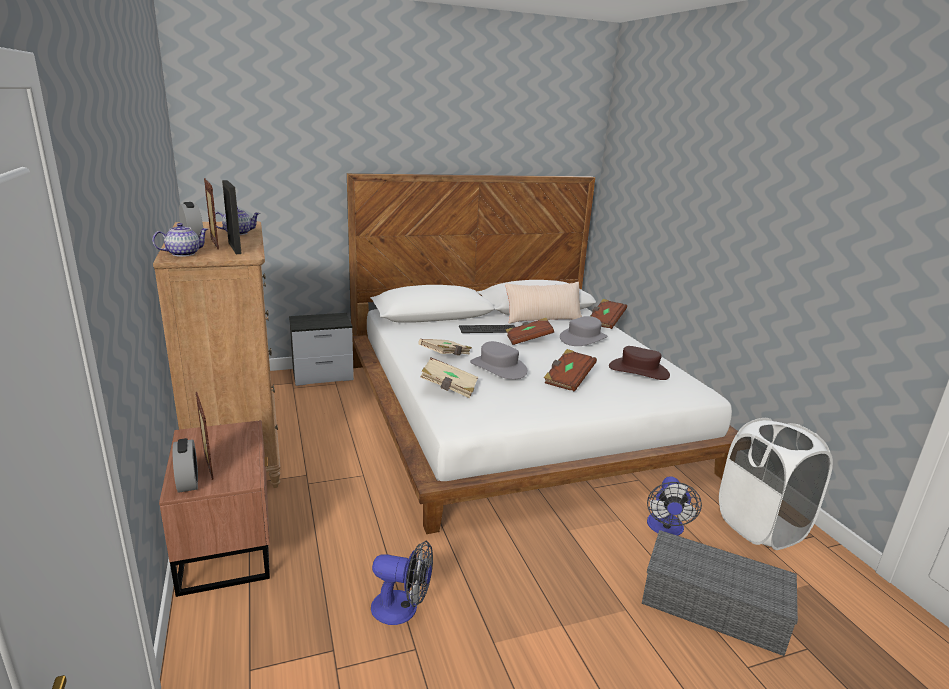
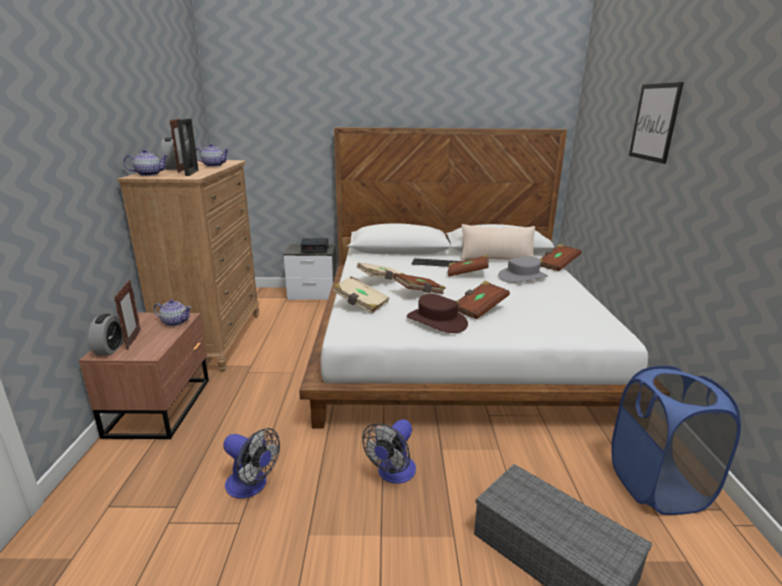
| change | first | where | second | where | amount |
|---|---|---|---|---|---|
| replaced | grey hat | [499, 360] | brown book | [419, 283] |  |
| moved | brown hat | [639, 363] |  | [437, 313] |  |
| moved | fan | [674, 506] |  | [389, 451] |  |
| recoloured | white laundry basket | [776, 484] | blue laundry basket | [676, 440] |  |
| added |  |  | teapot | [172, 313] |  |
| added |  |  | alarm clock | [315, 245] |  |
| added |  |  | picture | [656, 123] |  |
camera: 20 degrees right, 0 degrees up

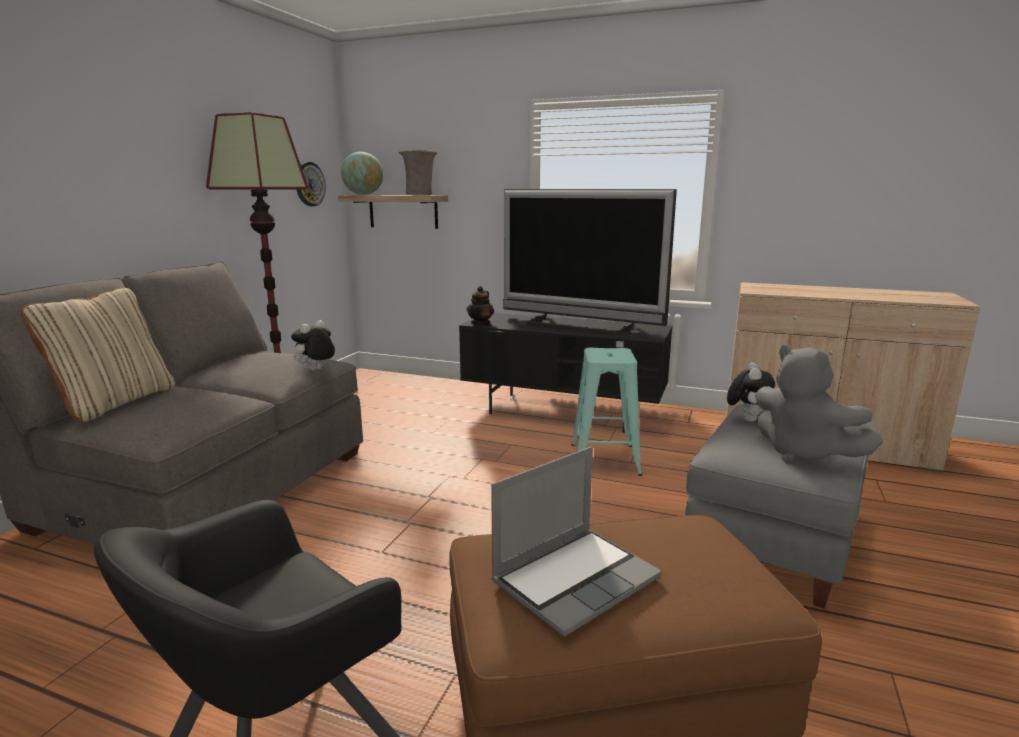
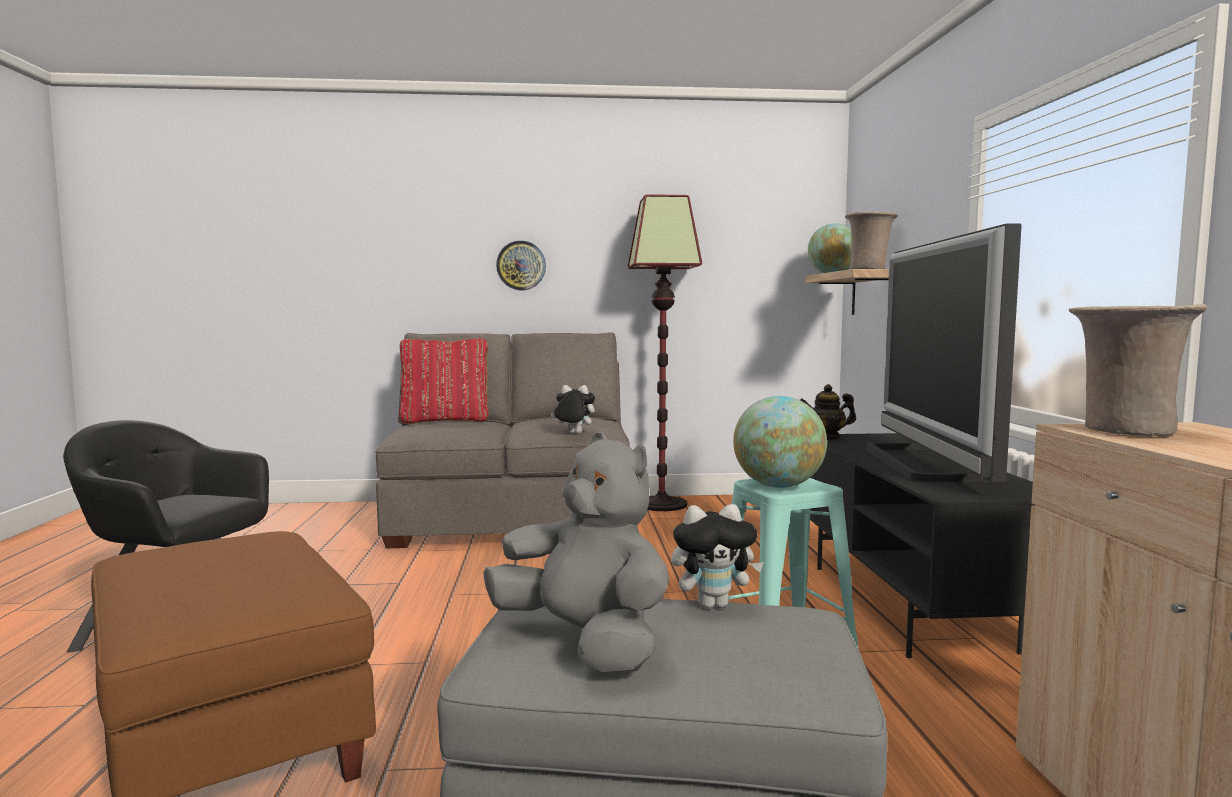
| change | first | where | second | where | amount |
|---|---|---|---|---|---|
| recoloured | beige pillow | [98, 355] | red pillow | [444, 381] |  |
| moved | wall clock | [311, 184] |  | [521, 265] |  |
| removed | laptop | [576, 541] |  |  |  |
| turned | grey plush toy | [819, 404] |  | [576, 552] | 105 degrees clockwise |
| added |  |  | globe | [780, 442] |  |
| added |  |  | beige vase | [1138, 370] |  |
camera: 65 degrees right, 10 degrees down

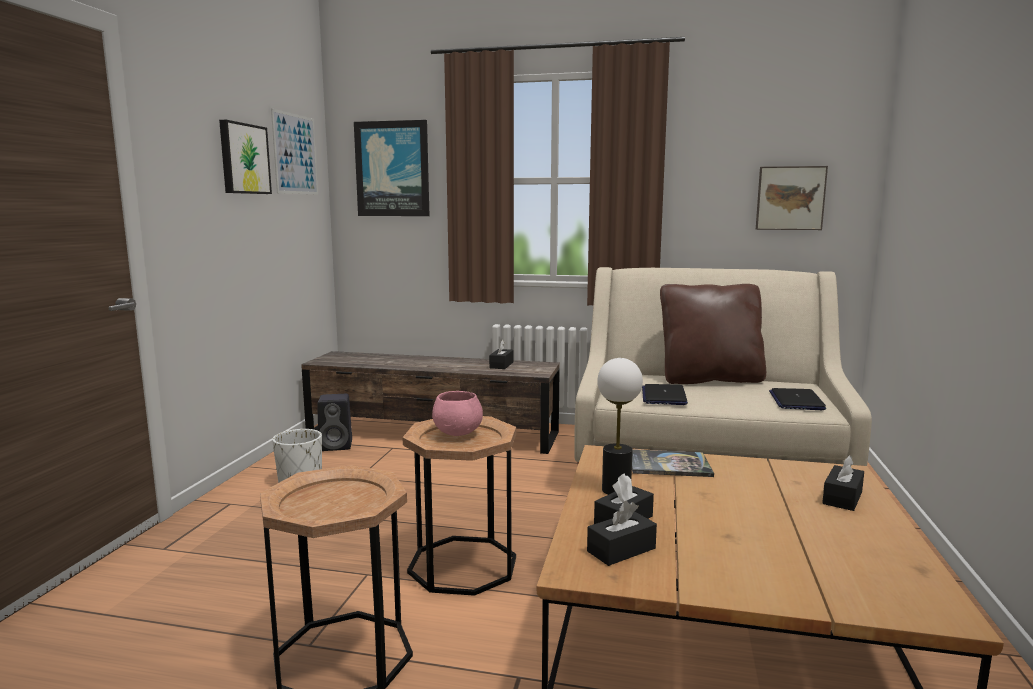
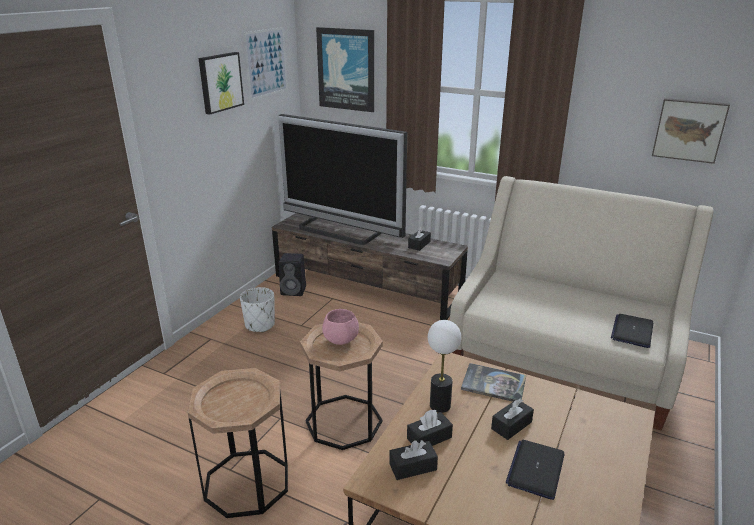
| change | first | where | second | where | amount |
|---|---|---|---|---|---|
| moved | laptop | [665, 394] |  | [535, 470] |  |
| removed | brown pillow | [713, 334] |  |  |  |
| moved | black tissue box | [843, 483] |  | [512, 419] |  |
| added |  |  | television | [342, 179] |  |
camera: 15 degrees right, 15 degrees up

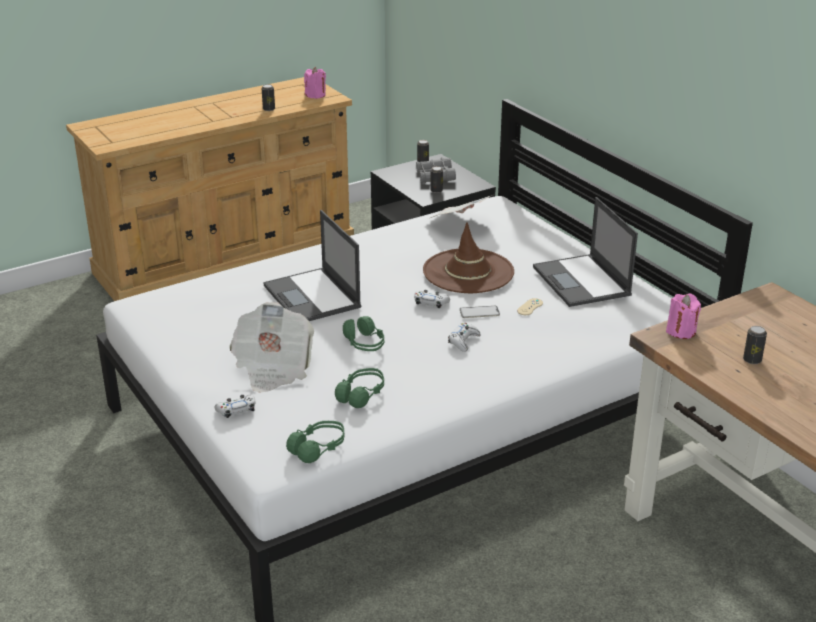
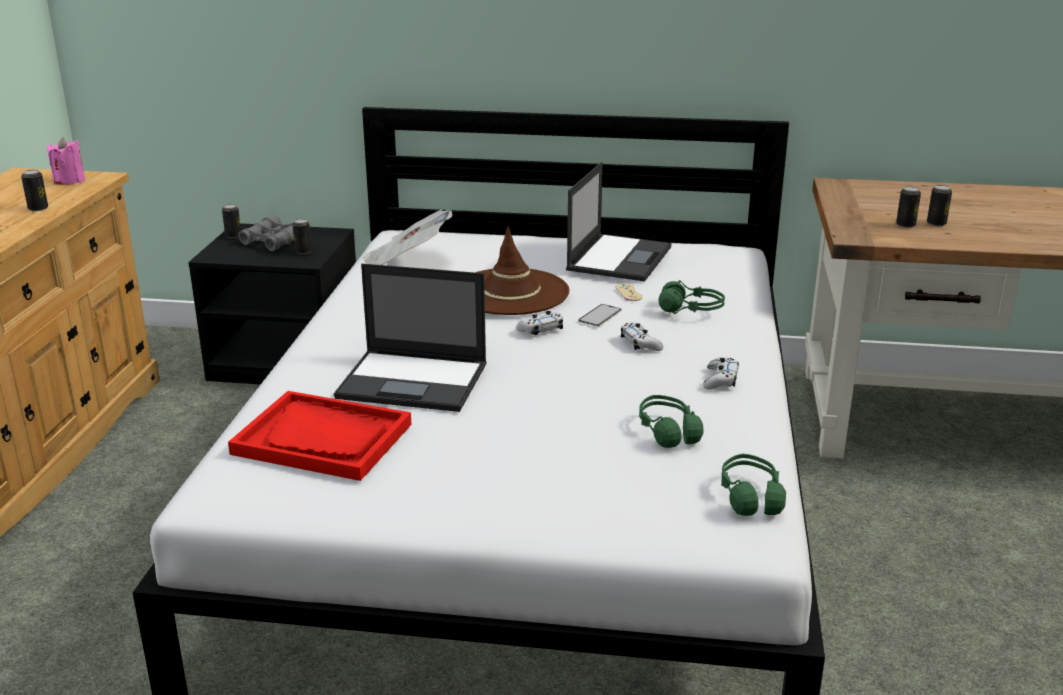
| change | first | where | second | where | amount |
|---|---|---|---|---|---|
| moved | white game controller | [235, 406] |  | [721, 373] |  |
| removed | newspaper | [271, 347] |  |  |  |
| moved | green headphones | [363, 333] |  | [691, 297] |  |
| turned | laptop | [585, 252] |  | [619, 221] | 90 degrees counterclockwise |
| removed | pink candle | [683, 316] |  |  |  |
| added |  |  | red tray | [320, 436] |  |
| added |  |  | can | [908, 207] |  |
camera: 50 degrees left, 5 degrees down

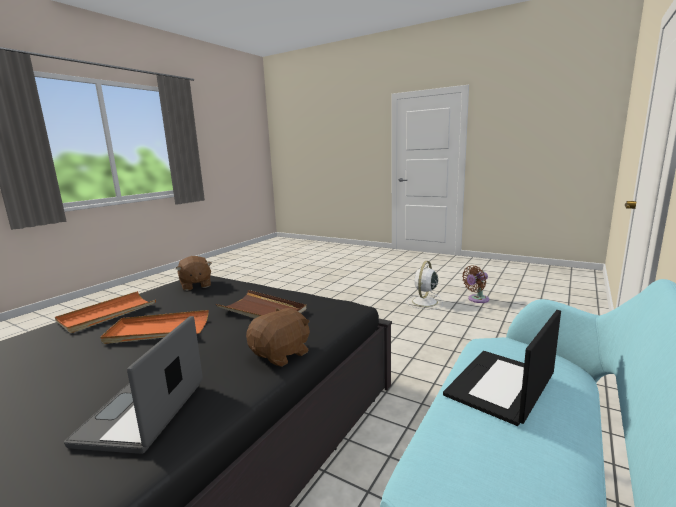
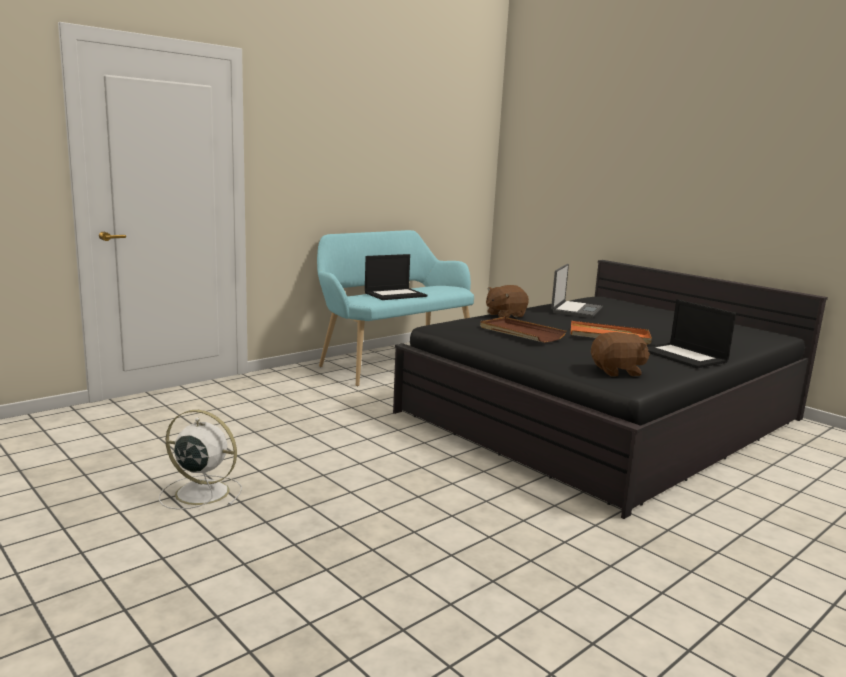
| change | first | where | second | where | amount |
|---|---|---|---|---|---|
| replaced | orange tray | [105, 312] | laptop | [692, 333] |  |
| turned | brown plush toy | [194, 273] |  | [620, 354] | 90 degrees clockwise |
| turned | white fan | [424, 285] |  | [200, 460] | 120 degrees counterclockwise |
| removed | brown fan | [475, 284] |  |  |  |
camera: 165 degrees left, 0 degrees up

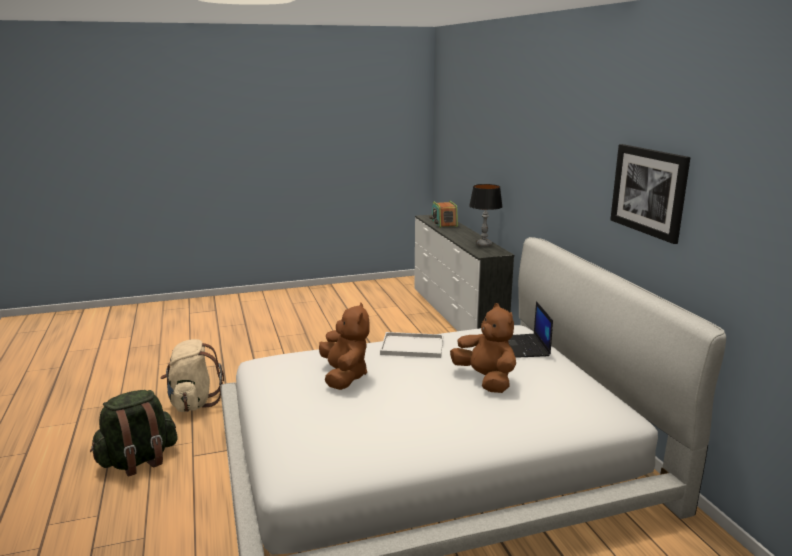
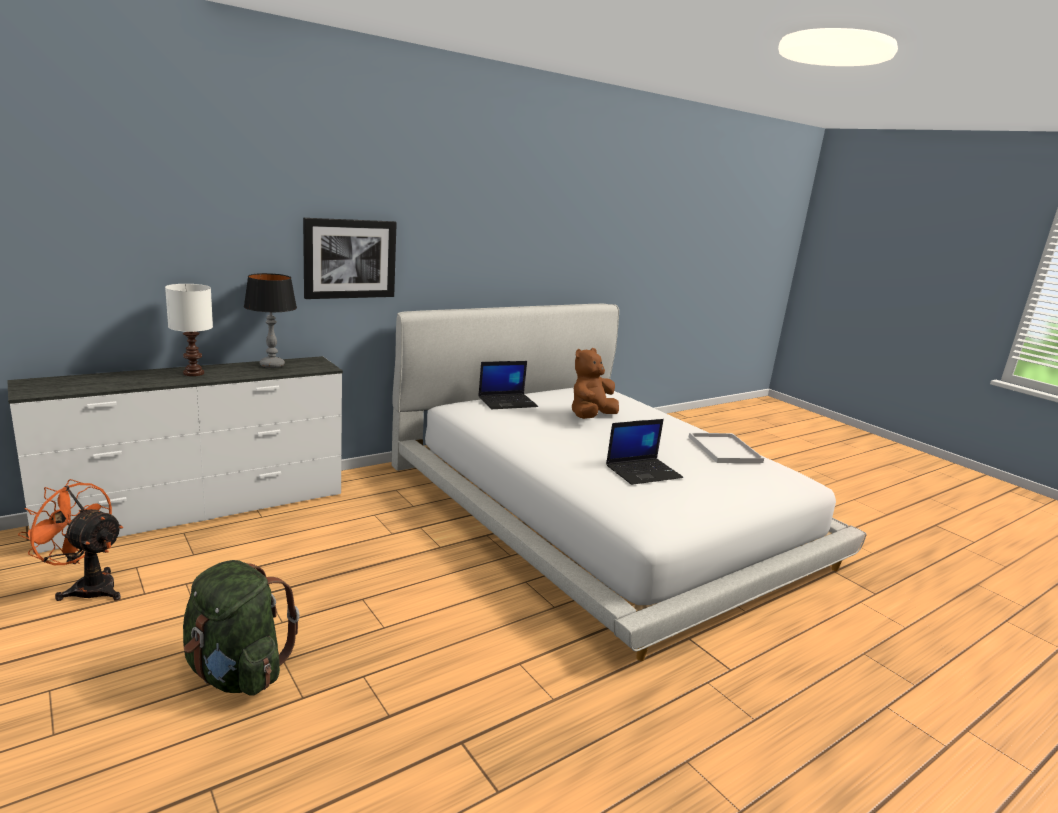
| change | first | where | second | where | amount |
|---|---|---|---|---|---|
| moved | green backpack | [134, 433] |  | [241, 628] |  |
| removed | beige backpack | [192, 375] |  |  |  |
| replaced | brown plush toy | [344, 346] | laptop | [644, 452] |  |
| moved | white tray | [411, 345] |  | [726, 448] |  |
| removed | radio | [444, 214] |  |  |  |
| moved | picture | [650, 194] |  | [350, 258] |  |
| added |  |  | orange fan | [70, 540] |  |
| added |  |  | white table lamp | [189, 330] |  |
camera: 110 degrees left, 0 degrees up

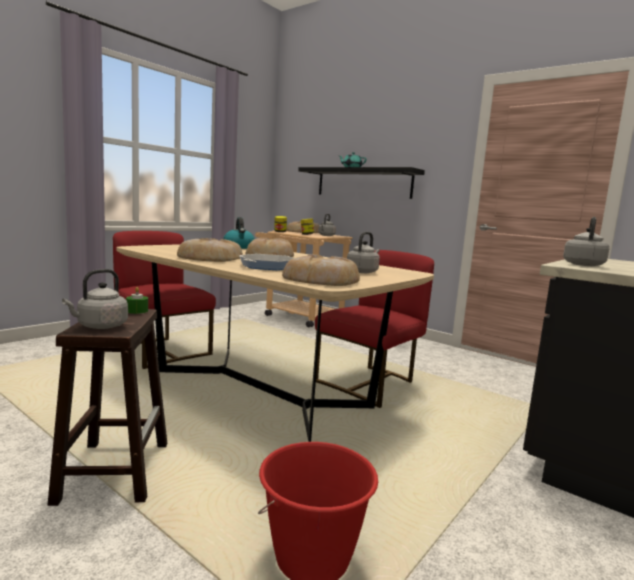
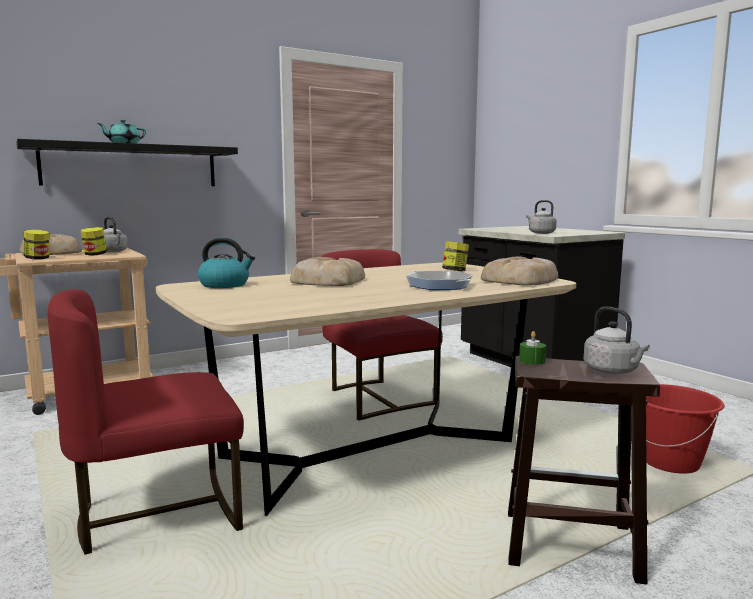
| change | first | where | second | where | amount |
|---|---|---|---|---|---|
| removed | bread | [210, 250] |  |  |  |
| replaced | grey kettle | [363, 252] | jar | [455, 256] |  |
camera: 70 degrees left, 0 degrees up

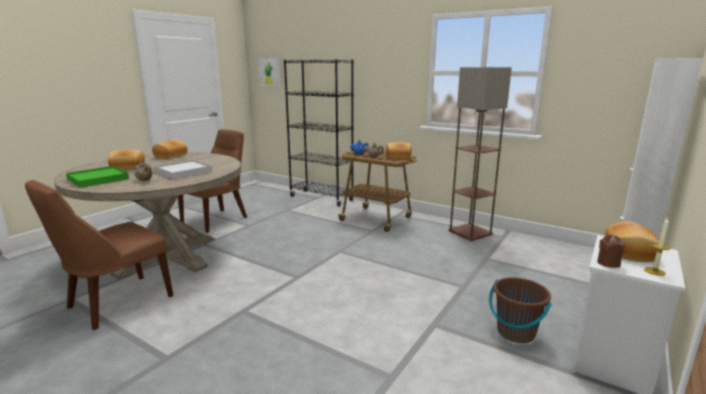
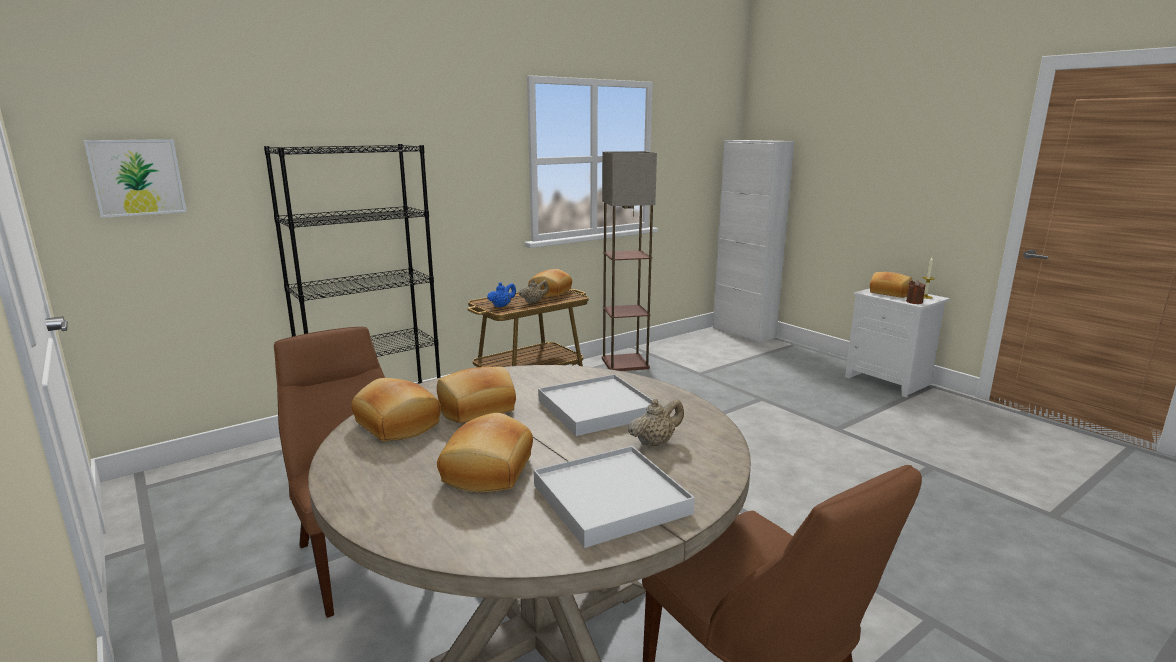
| change | first | where | second | where | amount |
|---|---|---|---|---|---|
| recoloured | green tray | [97, 177] | white tray | [614, 497] |  |
| removed | brown bucket | [520, 310] |  |  |  |
| added |  |  | bread | [476, 395] |  |
camera: 70 degrees left, 0 degrees up

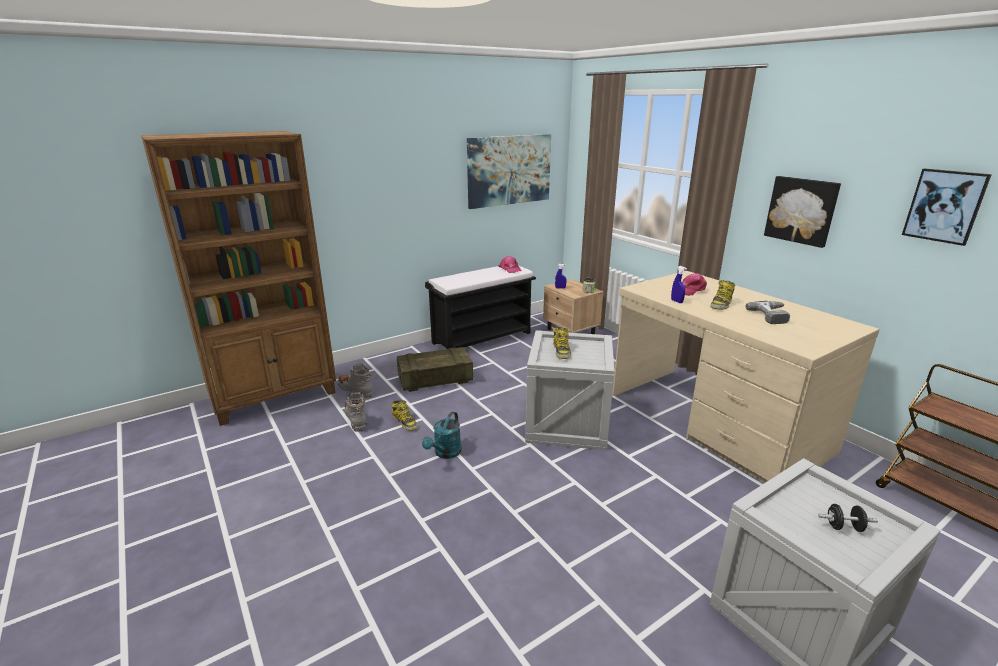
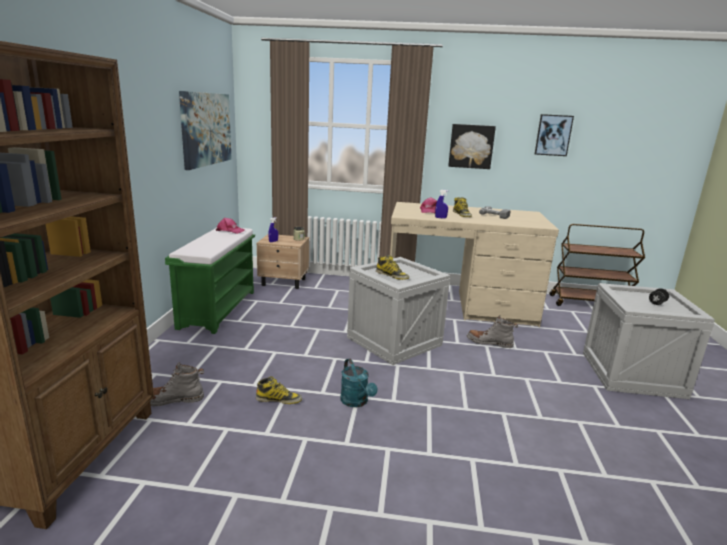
| change | first | where | second | where | amount |
|---|---|---|---|---|---|
| moved | grey boot | [356, 412] |  | [492, 332] |  |
| removed | crate | [435, 369] |  |  |  |
| recoloured | black bench | [480, 307] | green bench | [210, 281] |  |
camera: 50 degrees left, 5 degrees down

